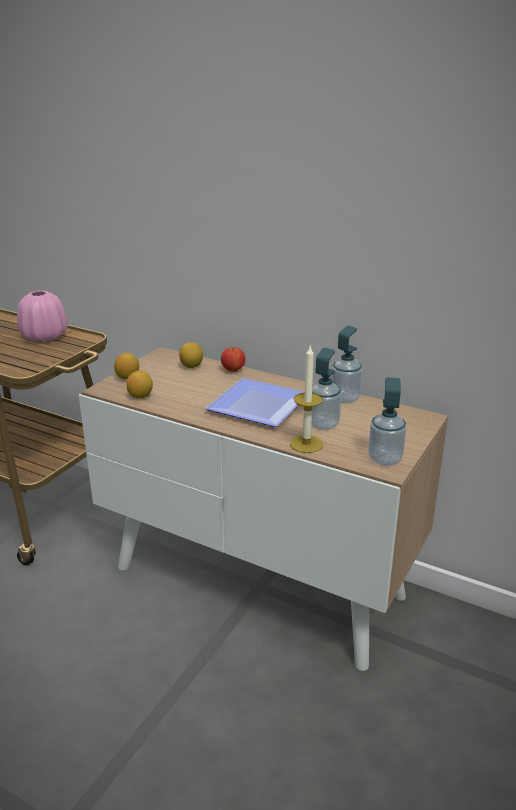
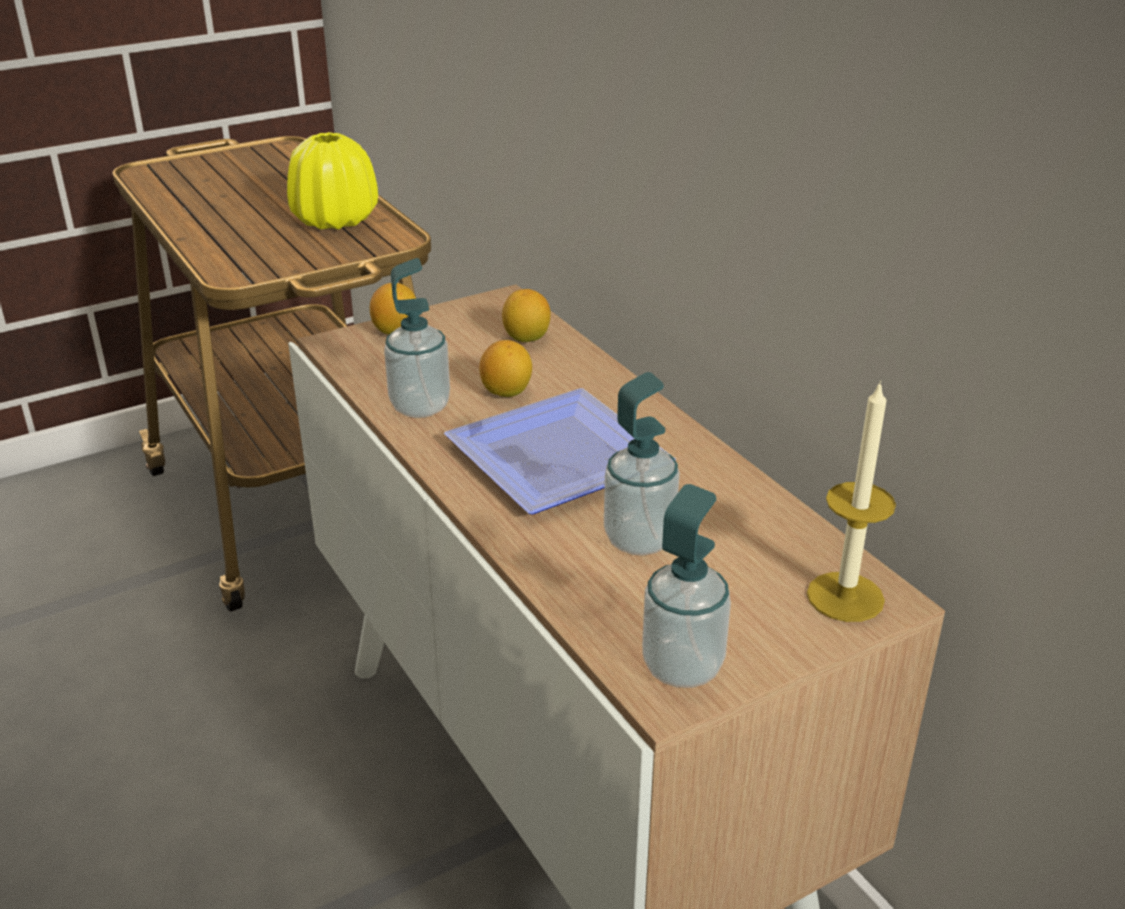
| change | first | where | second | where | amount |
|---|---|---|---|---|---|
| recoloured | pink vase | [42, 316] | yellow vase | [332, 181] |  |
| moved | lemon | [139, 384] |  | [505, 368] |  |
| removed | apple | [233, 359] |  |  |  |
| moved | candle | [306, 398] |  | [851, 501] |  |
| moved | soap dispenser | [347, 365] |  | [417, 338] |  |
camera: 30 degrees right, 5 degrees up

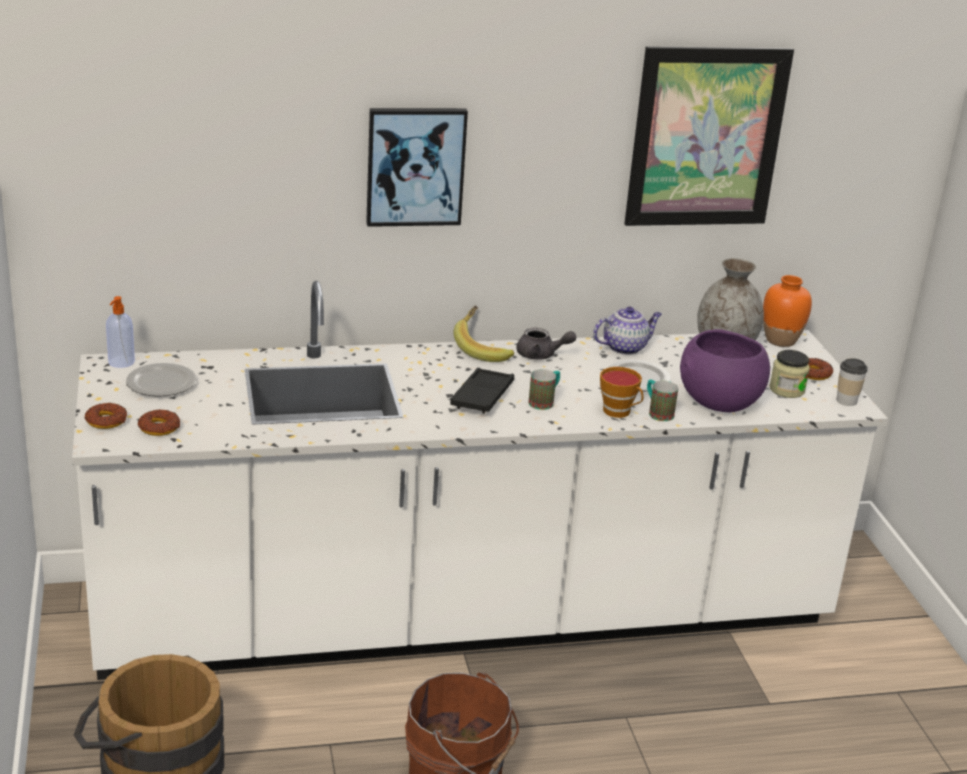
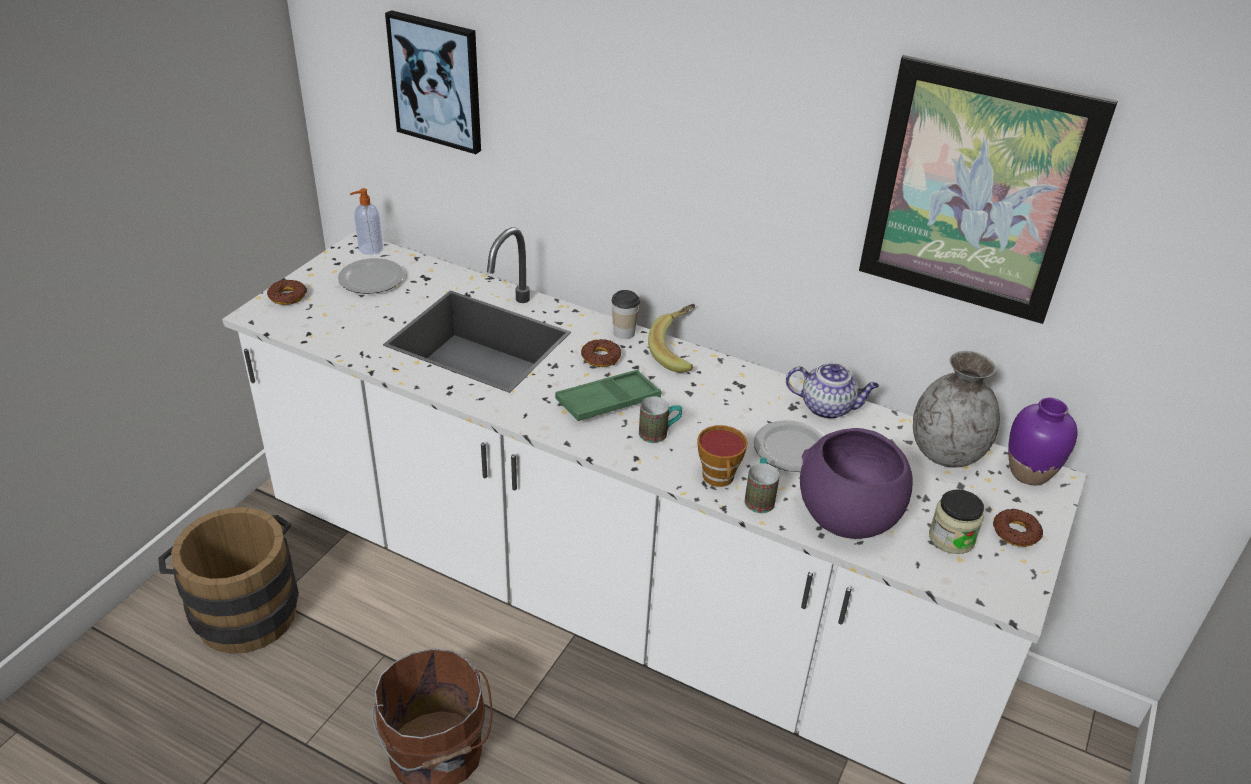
| change | first | where | second | where | amount |
|---|---|---|---|---|---|
| moved | donut | [159, 422] |  | [601, 353] |  |
| moved | picture | [417, 167] |  | [433, 82] |  |
| recoloured | black tray | [482, 391] | green tray | [608, 395] |  |
| removed | grey teapot | [546, 344] |  |  |  |
| recoloured | orange vase | [787, 311] | purple vase | [1042, 441] |  |
| moved | cup | [852, 382] |  | [626, 314] |  |
camera: 40 degrees right, 10 degrees up

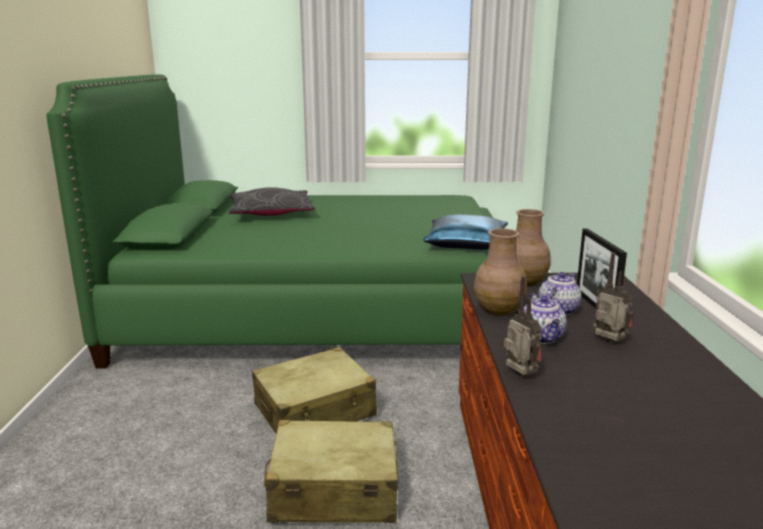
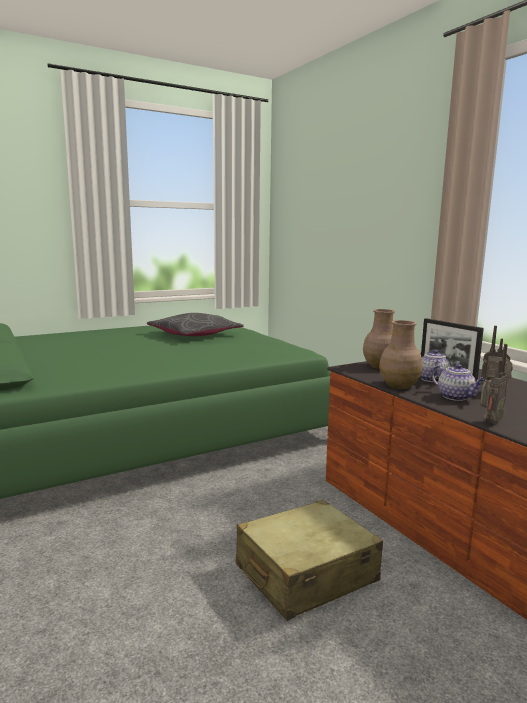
| change | first | where | second | where | amount |
|---|---|---|---|---|---|
| moved | grey pillow | [271, 201] |  | [195, 324] |  |
| removed | beige suitcase | [314, 390] |  |  |  |
| removed | blue pillow | [465, 232] |  |  |  |
| turned | radio | [523, 326] |  | [494, 384] | 105 degrees clockwise |
camera: 30 degrees left, 5 degrees down

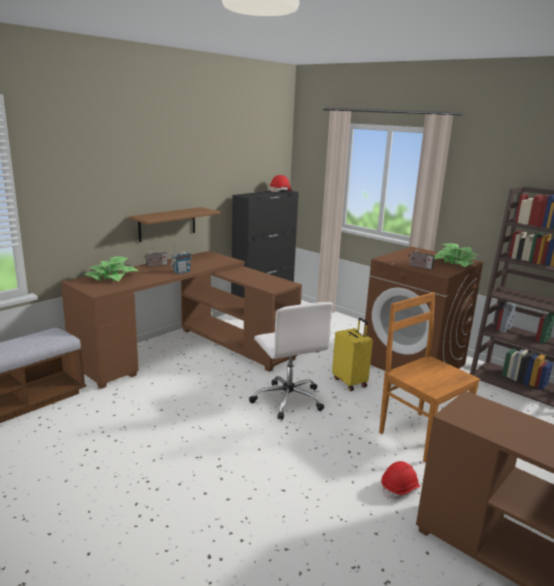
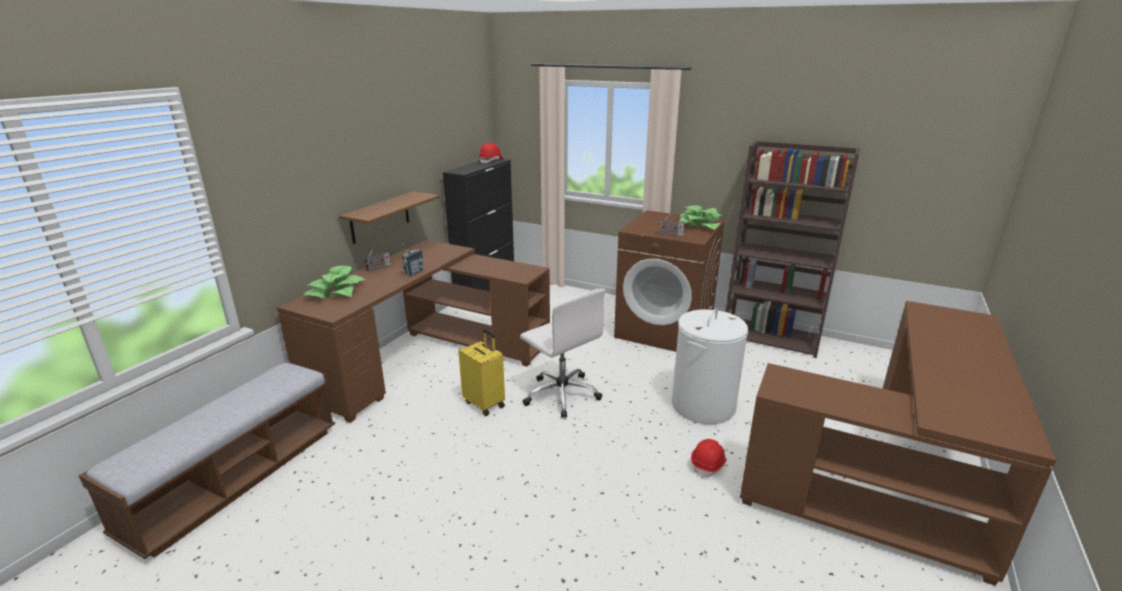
| change | first | where | second | where | amount |
|---|---|---|---|---|---|
| moved | yellow suitcase | [352, 354] |  | [481, 373] |  |
| replaced | brown chair | [429, 377] | white laundry basket | [710, 366] |  |
camera: 15 degrees left, 5 degrees up

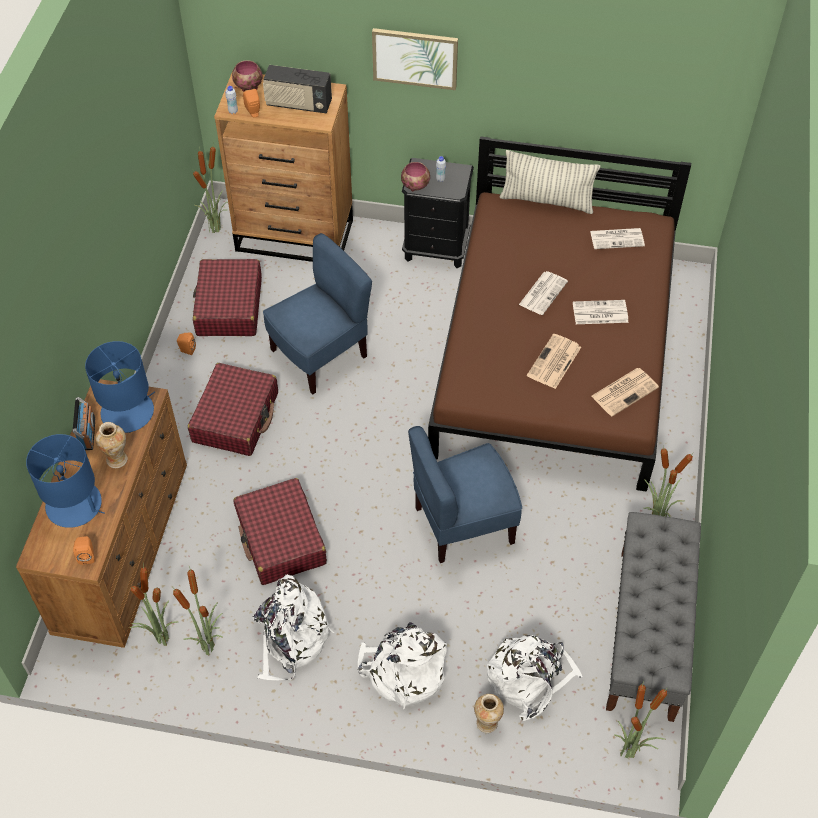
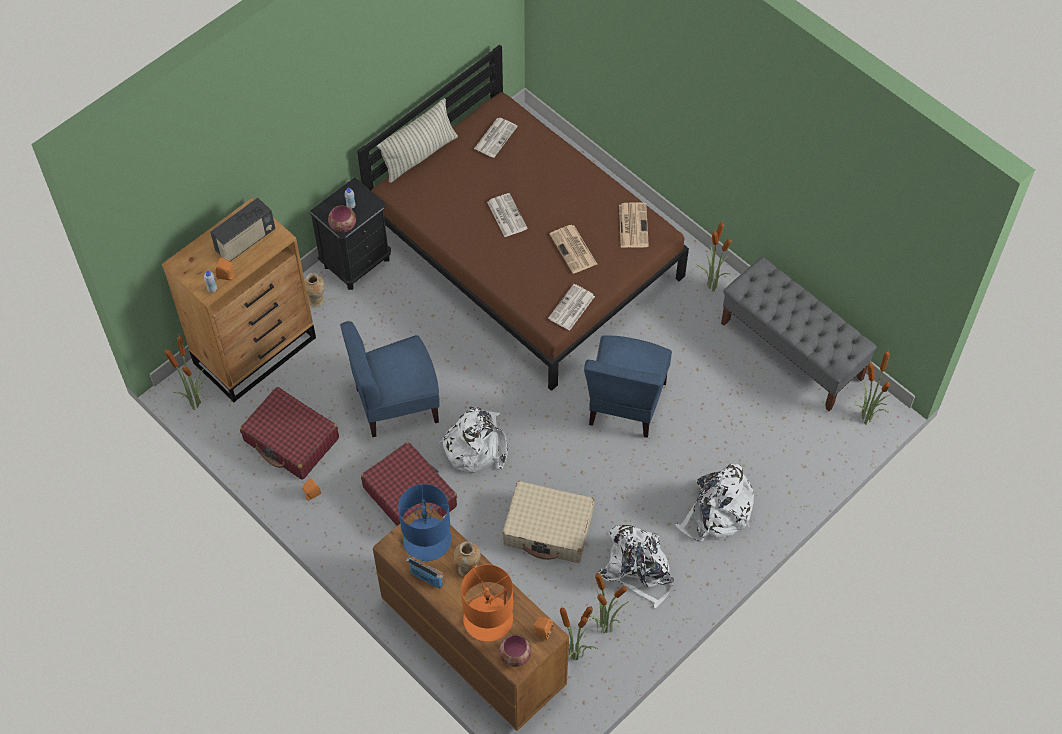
| change | first | where | second | where | amount |
|---|---|---|---|---|---|
| recoloured | blue table lamp | [65, 481] | orange table lamp | [487, 603] |  |
| moved | bowl | [247, 76] |  | [515, 650] |  |
| recoloured | red suitcase | [280, 531] | beige suitcase | [548, 522] |  |
| turned | blue chair | [317, 313] |  | [390, 379] | 105 degrees counterclockwise |
| removed | picture | [415, 59] |  |  |  |
| moved | vase | [489, 713] |  | [314, 290] |  |
| moved | white backpack | [535, 678] |  | [473, 440] |  |
| moved | newspaper | [600, 312] |  | [571, 307] |  |
camera: 55 degrees left, 5 degrees up

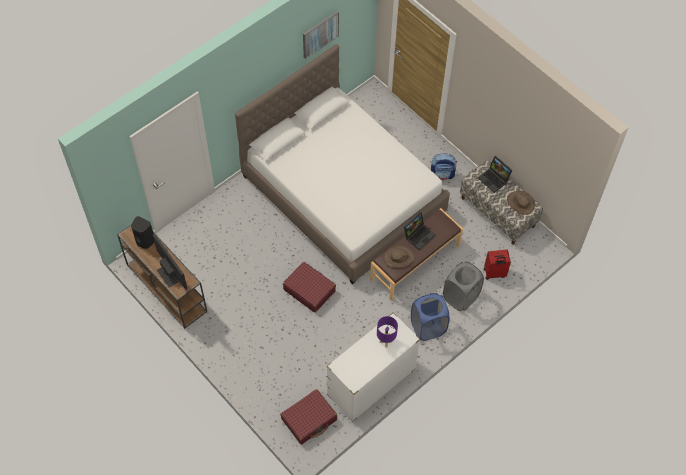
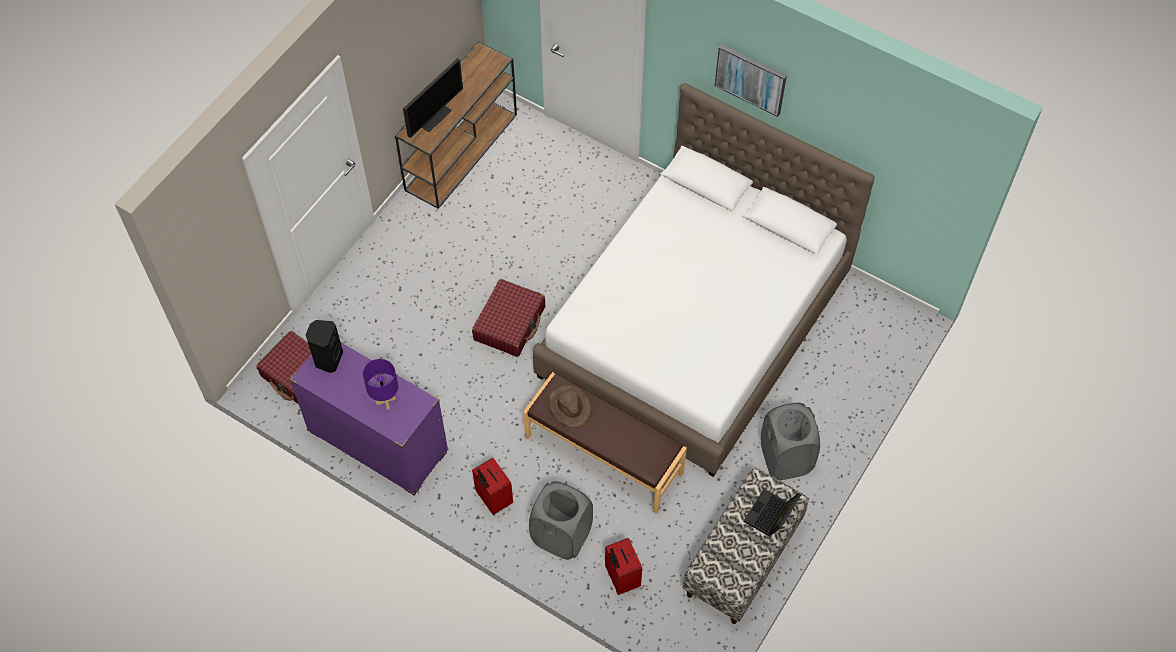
| change | first | where | second | where | amount |
|---|---|---|---|---|---|
| moved | black speaker | [142, 232] |  | [324, 346] |  |
| moved | picture | [321, 35] |  | [750, 80] |  |
| recoloured | white dresser | [373, 367] | purple dresser | [368, 419] |  |
| removed | laptop | [420, 231] |  |  |  |
| replaced | blue laundry basket | [430, 317] | red suitcase | [492, 486] |  |
| replaced | backpack | [444, 167] | grey laundry basket | [790, 441] |  |
| removed | brown hat | [521, 203] |  |  |  |
camera: 75 degrees right, 0 degrees up

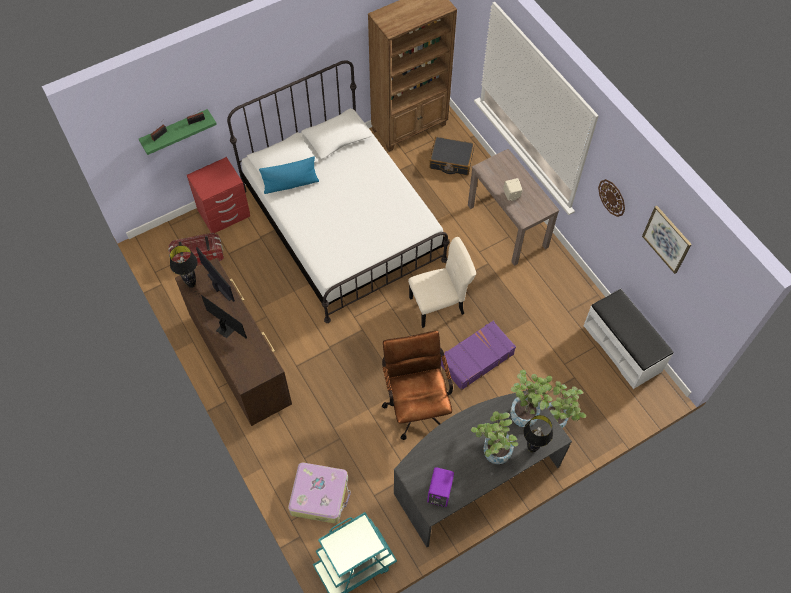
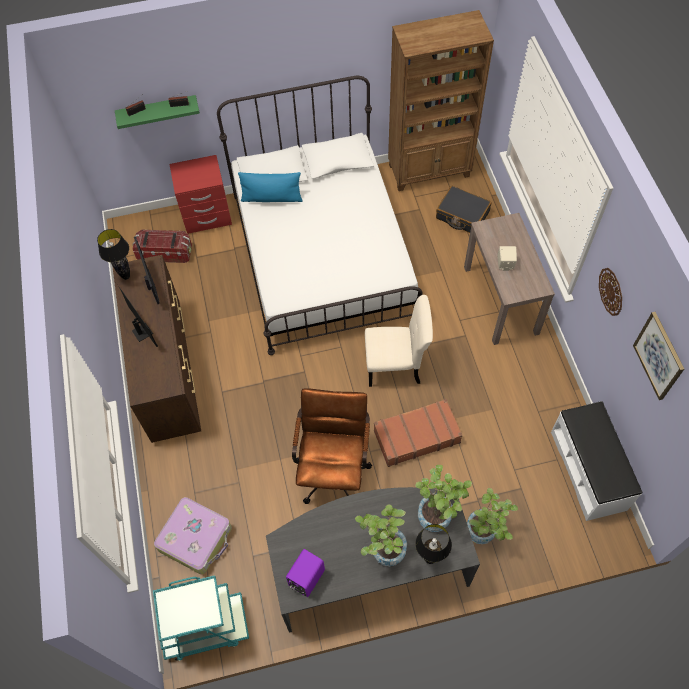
| change | first | where | second | where | amount |
|---|---|---|---|---|---|
| recoloured | purple suitcase | [478, 355] | brown suitcase | [418, 433] |  |
camera: 20 degrees right, 0 degrees up

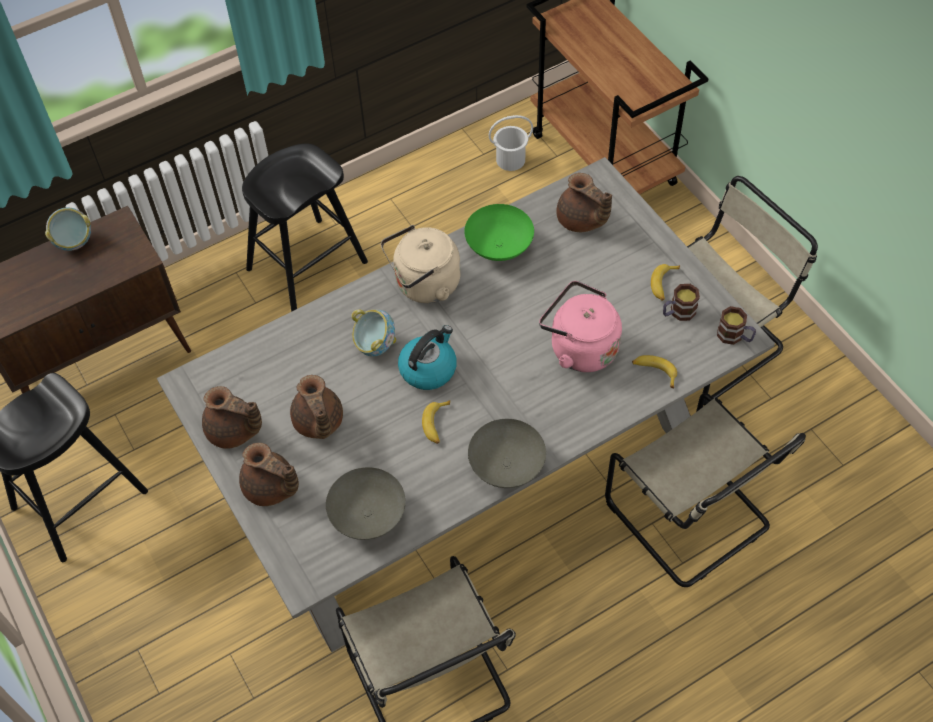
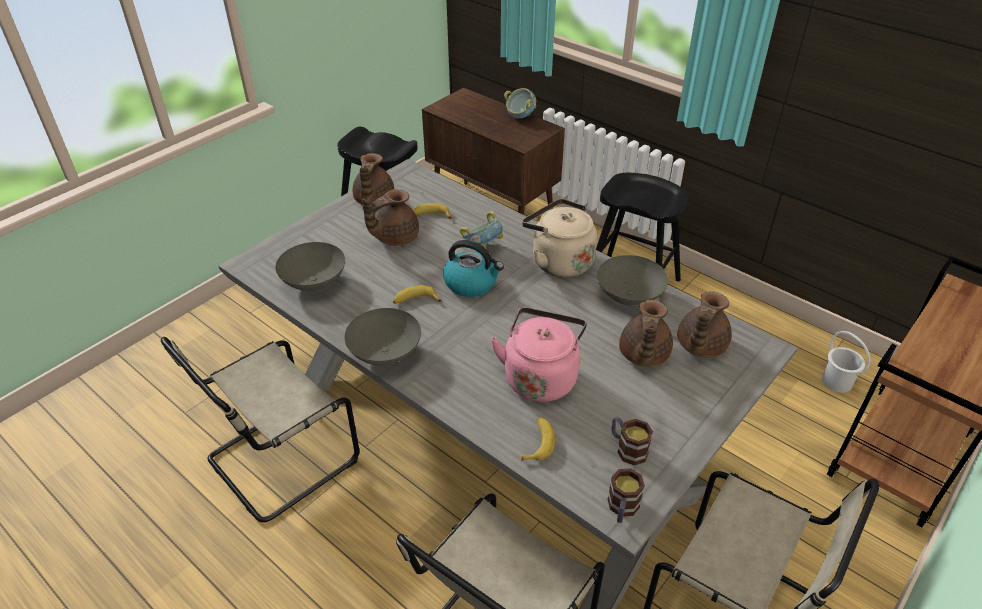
| change | first | where | second | where | amount |
|---|---|---|---|---|---|
| moved | brown teapot | [269, 474] |  | [646, 333] |  |
| recoloured | green bowl | [499, 232] | grey bowl | [632, 280] |  |
| moved | banana | [665, 282] |  | [432, 211] |  |
camera: 70 degrees right, 15 degrees down

